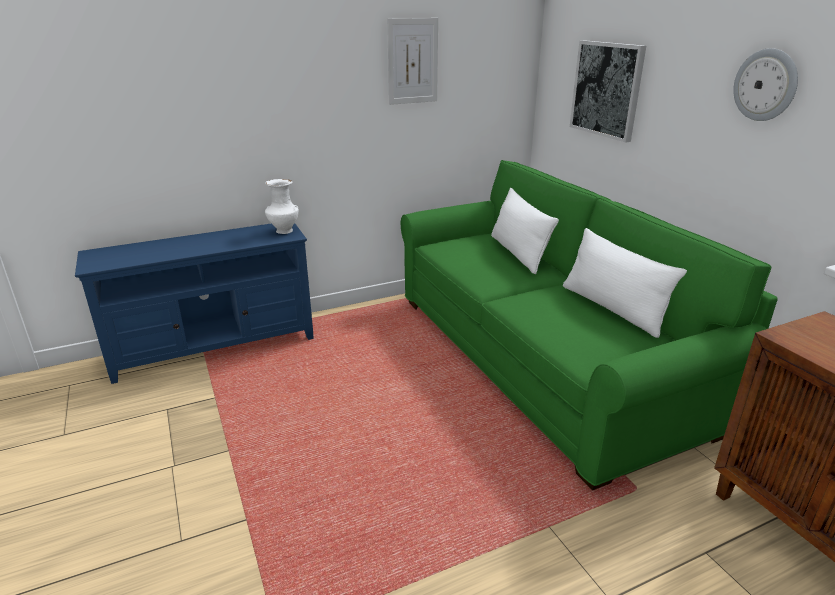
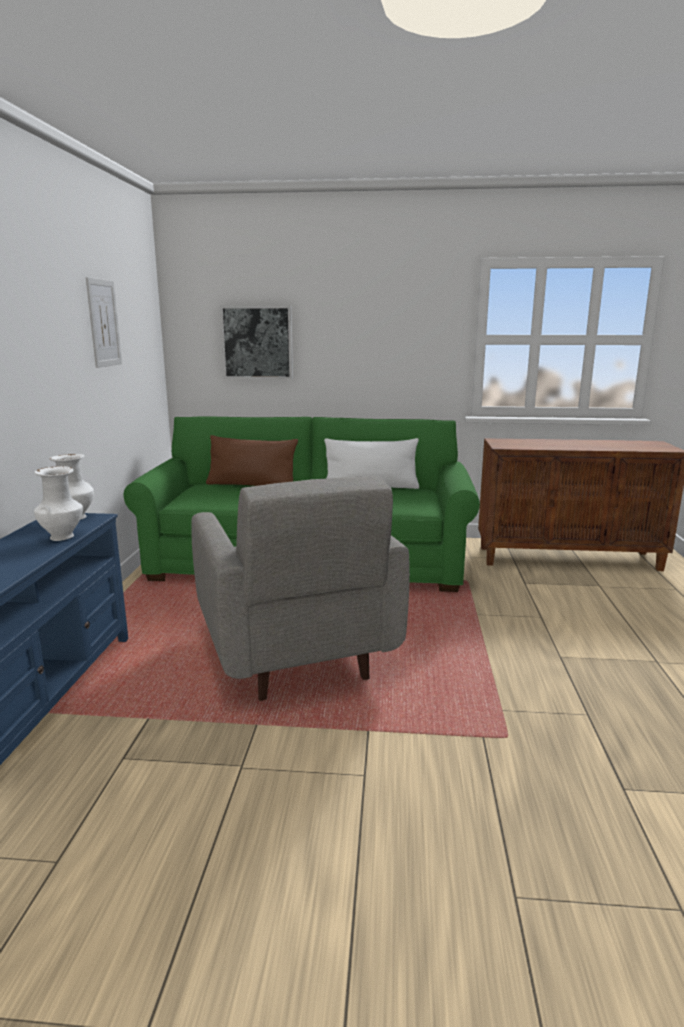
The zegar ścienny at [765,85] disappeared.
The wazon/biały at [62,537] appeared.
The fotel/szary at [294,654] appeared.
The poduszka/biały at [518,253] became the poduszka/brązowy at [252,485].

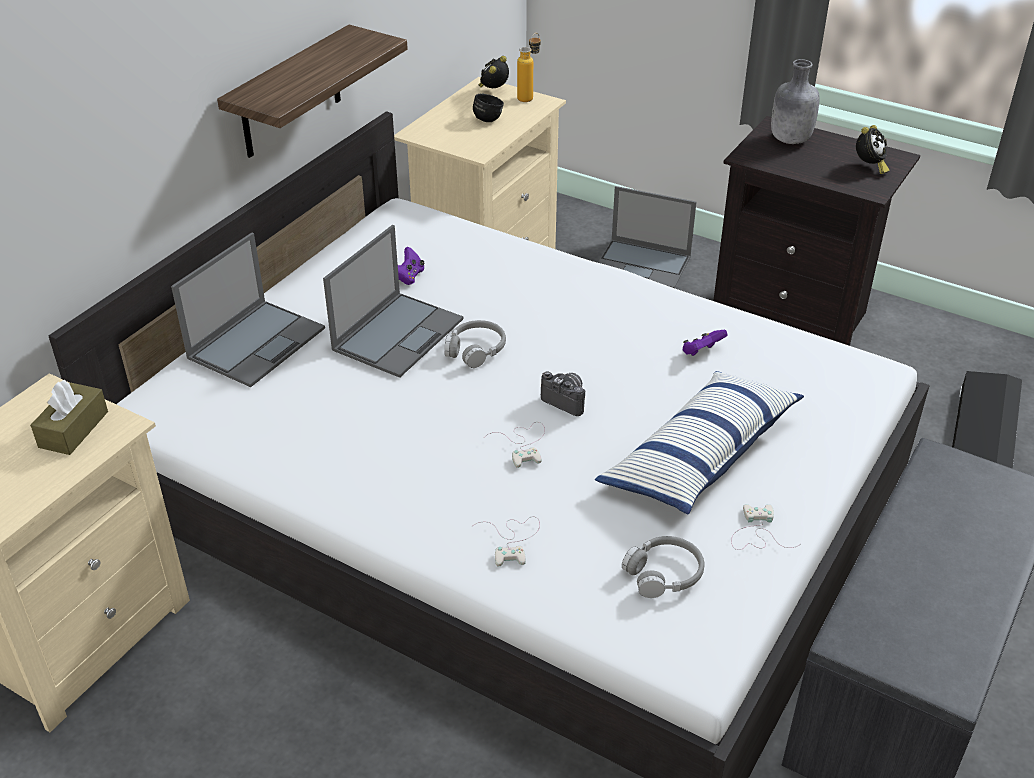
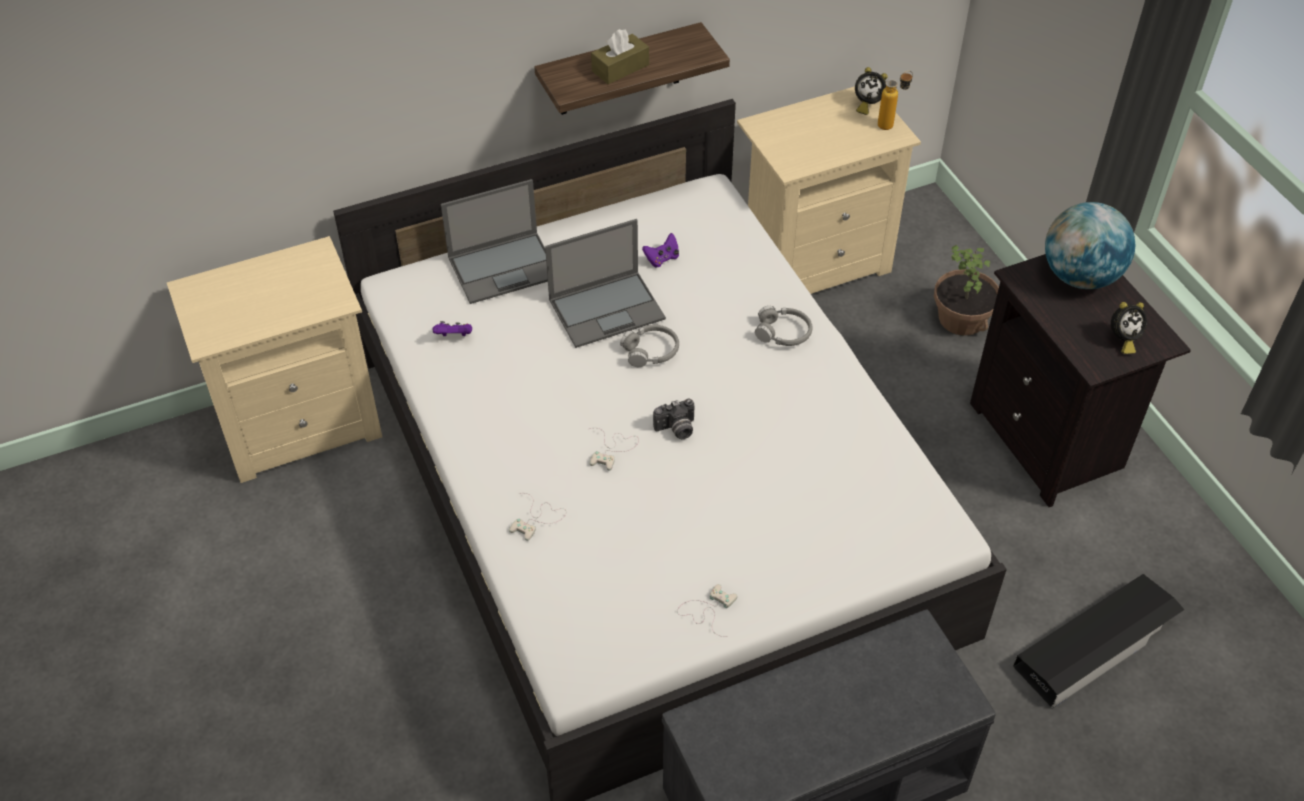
The kubek/czarny at [487,118] disappeared.
The poduszka at [700,456] disappeared.
The pudełko chusteczek/brązowy moved from [73,429] to [620,68].
The słuchawki/szary moved from [664,574] to [783,333].
The pad do gier/fioletowy moved from [701,352] to [454,336].
The laptop at [643,264] was replaced by the roślina doniczkowa at [962,318].
The butelka/szary at [789,140] was replaced by the globus at [1080,276].
The budzik at [494,91] turned 150 degrees counterclockwise.
The aparat fotograficzny at [567,400] turned 90 degrees clockwise.

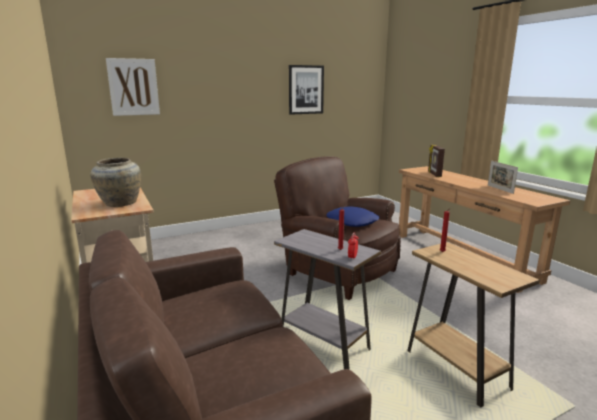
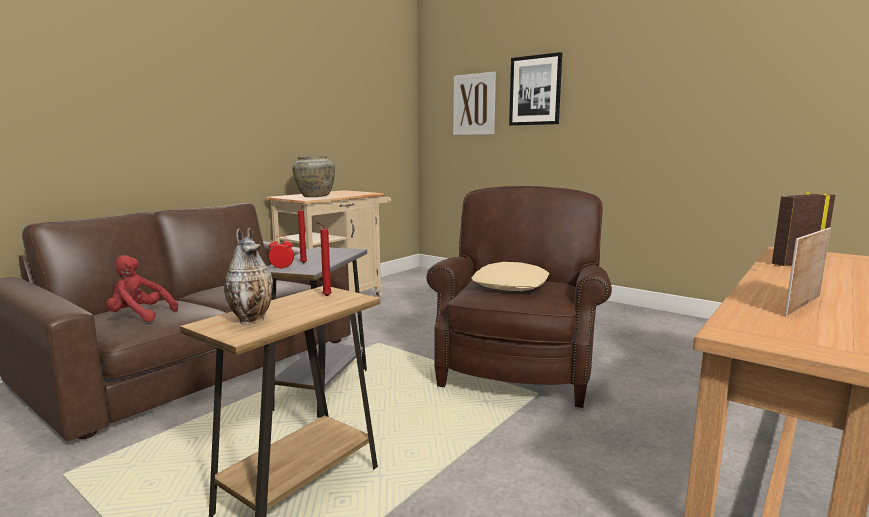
The pluszak/czerwony at [139,316] appeared.
The wazon at [252,320] appeared.
The obraz moved from [306,89] to [535,90].
The poduszka/niebieski at [352,222] became the poduszka/beżowy at [511,285].

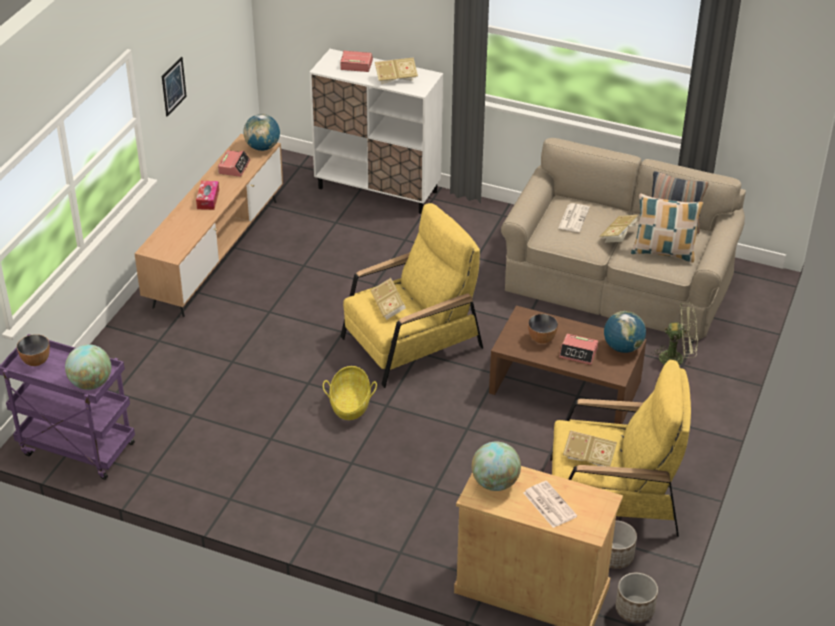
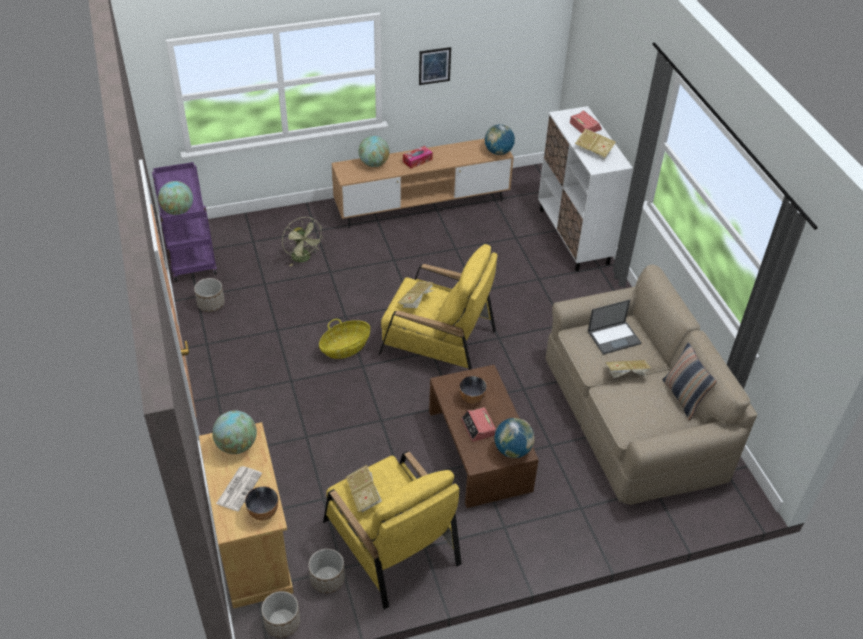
The budzik at [234,167] disappeared.
The poduszka at [663,252] disappeared.
The donica at [211,304] appeared.
The globus at [374,164] appeared.
The miska moved from [36,361] to [263,512].
The wentylator/zielony moved from [677,358] to [304,258].
The gazeta at [573,218] was replaced by the laptop at [614,337].

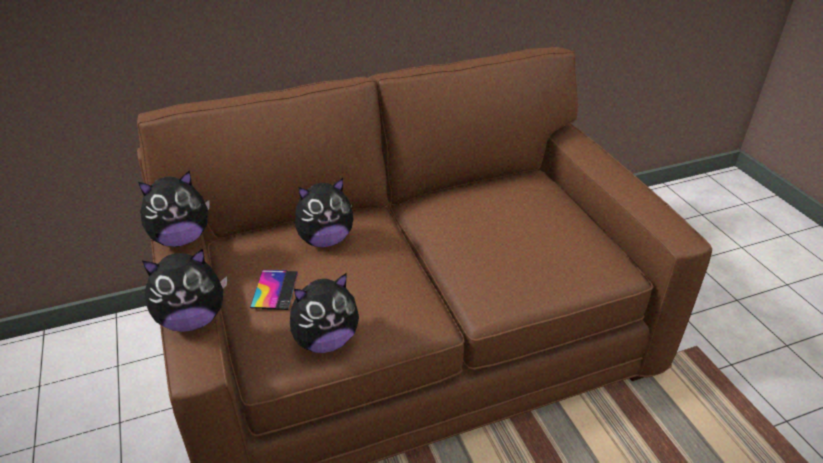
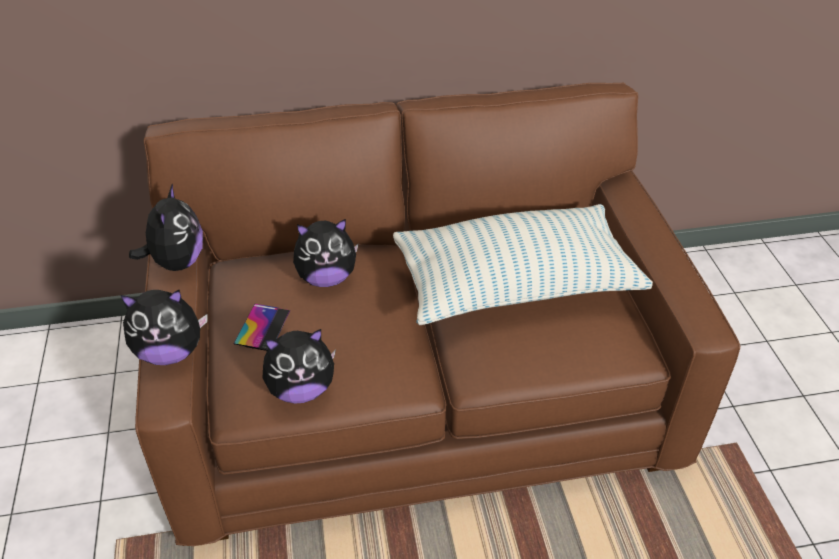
The poduszka at [515,285] appeared.
The pluszak at [181,239] turned 75 degrees counterclockwise.

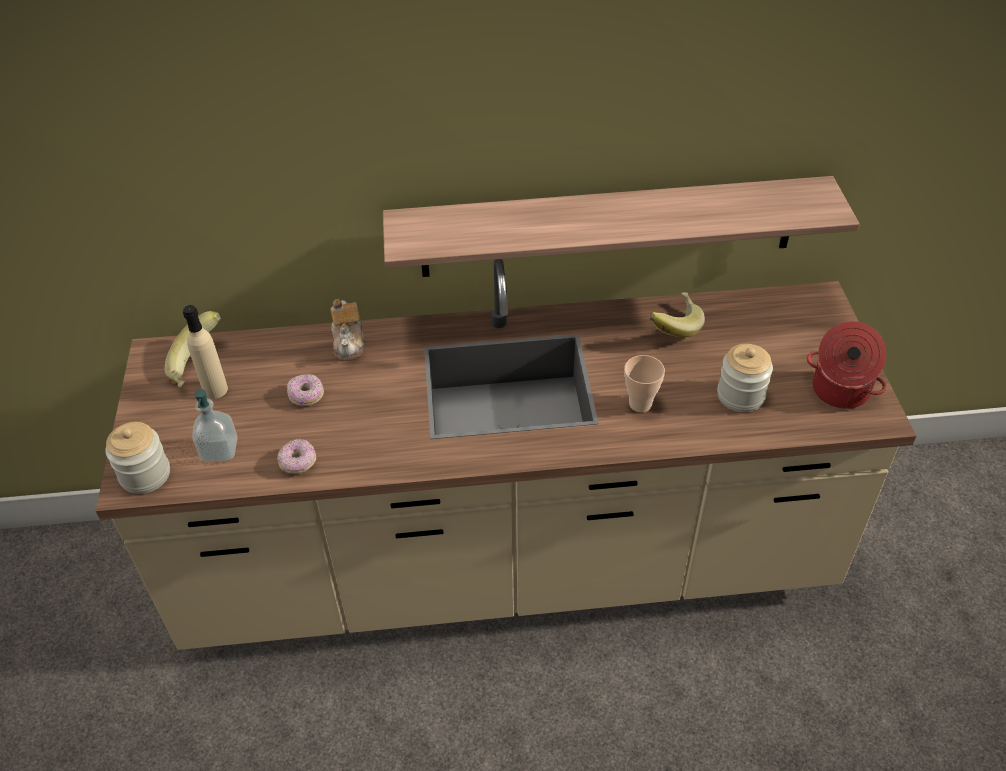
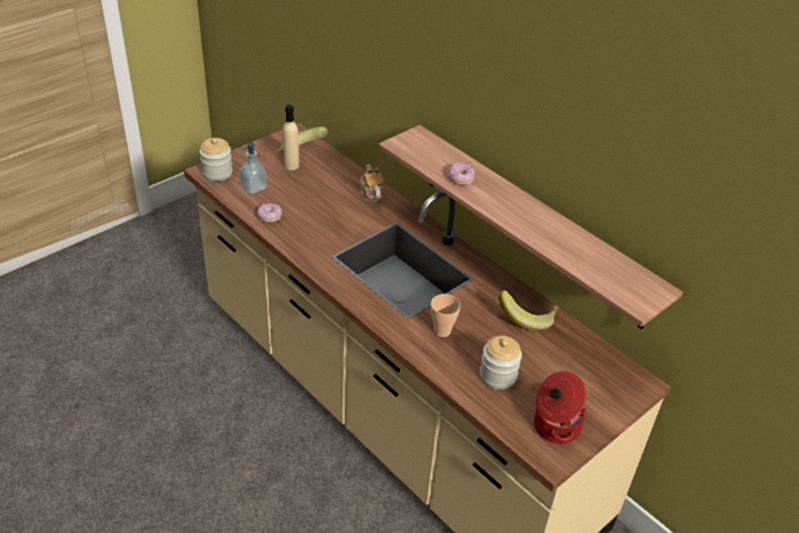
The donut moved from [306,396] to [460,179].
The imbryk at [349,343] turned 120 degrees clockwise.

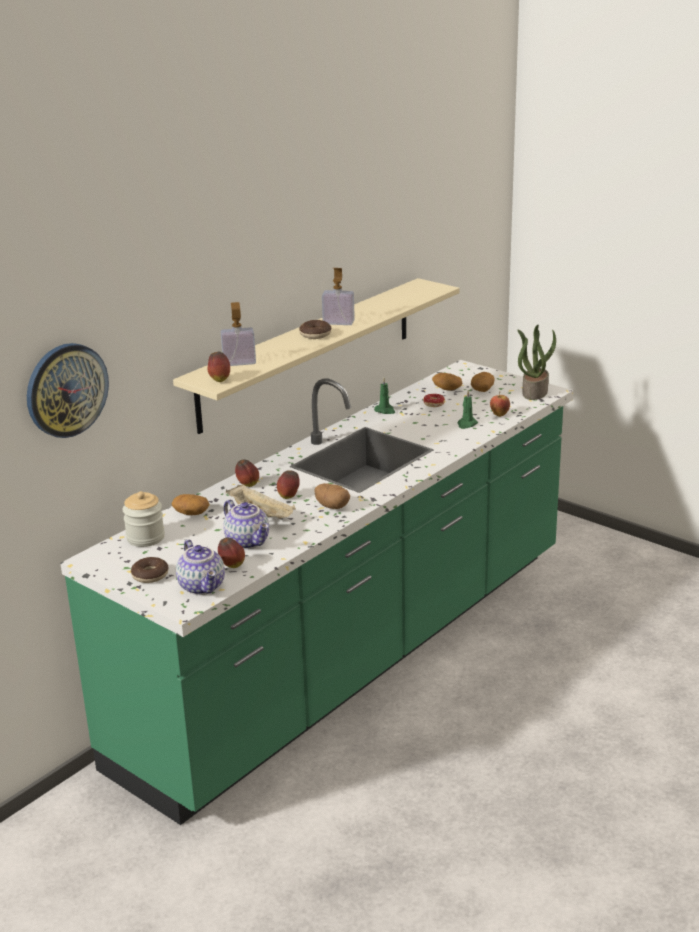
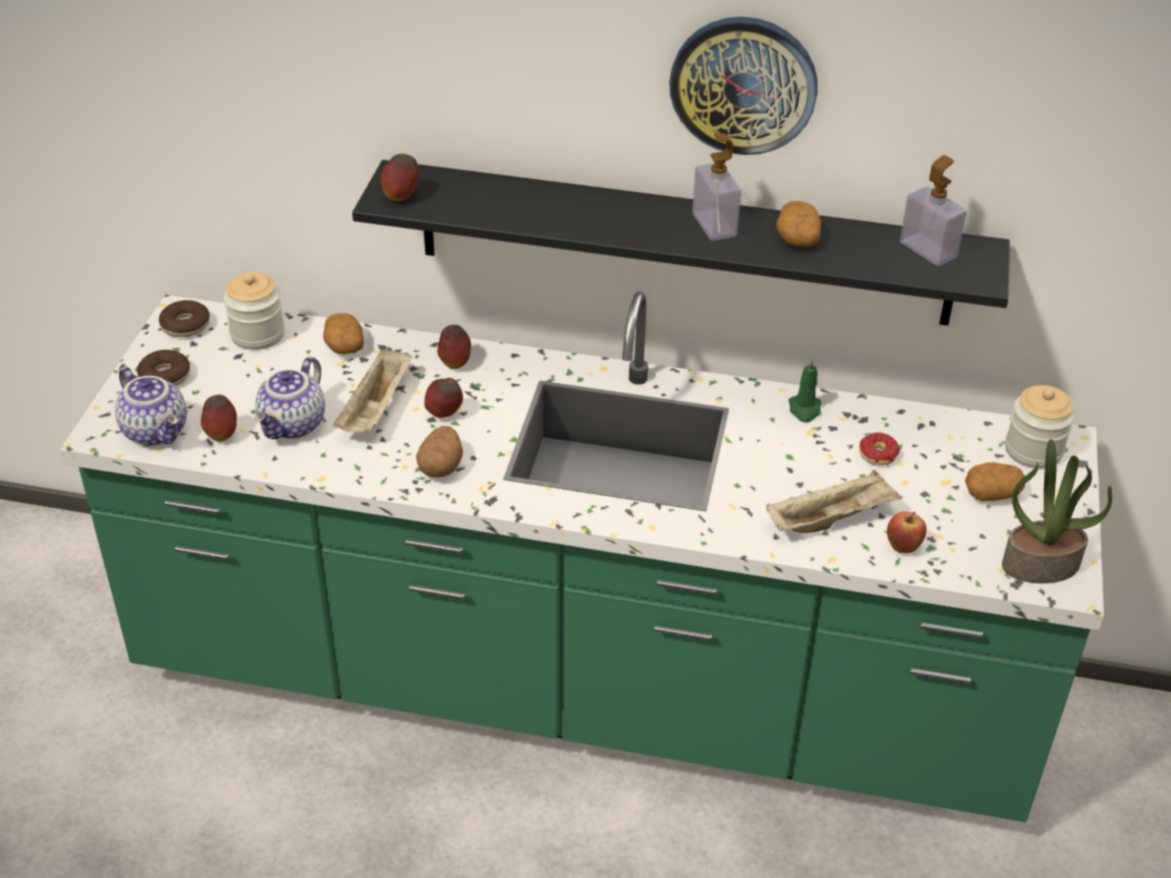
The słoik at [1033,450] appeared.
The zegar ścienny moved from [66,390] to [743,84].
The dozownik mydła moved from [239,362] to [928,250].
The donut moved from [315,335] to [185,325].
The ziemniak moved from [446,389] to [797,238].
The świeca/zielony at [466,424] was replaced by the taca/beżowy at [831,519].
The półka/beżowy at [308,352] became the półka/czarny at [684,243].
The imbryk at [203,586] turned 75 degrees counterclockwise.

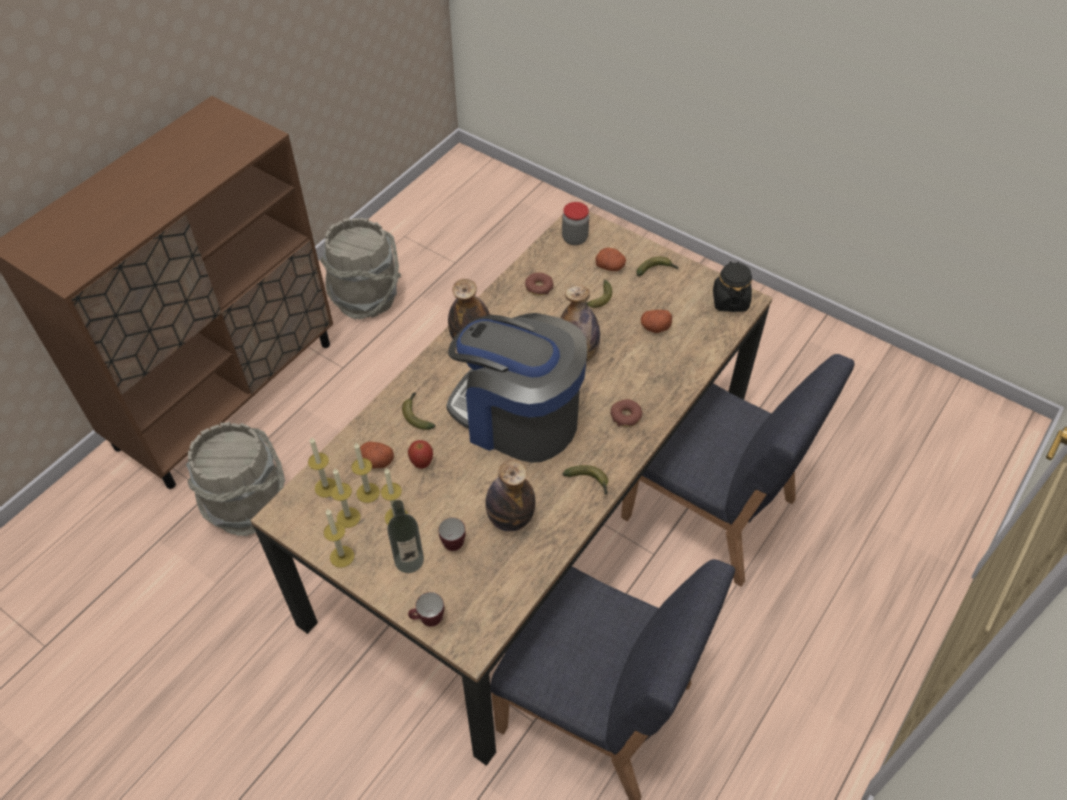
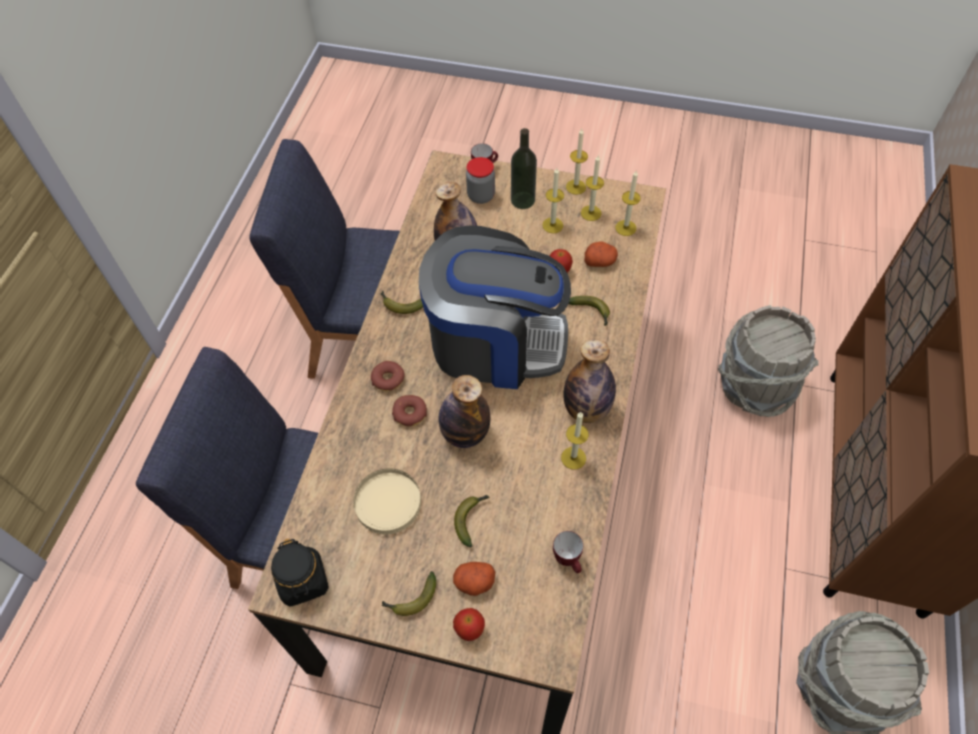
The jabłko at [469,630] appeared.
The świeca moved from [368,492] to [573,458].
The kubek moved from [453,542] to [568,561].
The donut moved from [539,287] to [410,413].
The słoik moved from [574,238] to [481,196].
The ziemniak at [655,327] was replaced by the talerz/beżowy at [388,503].

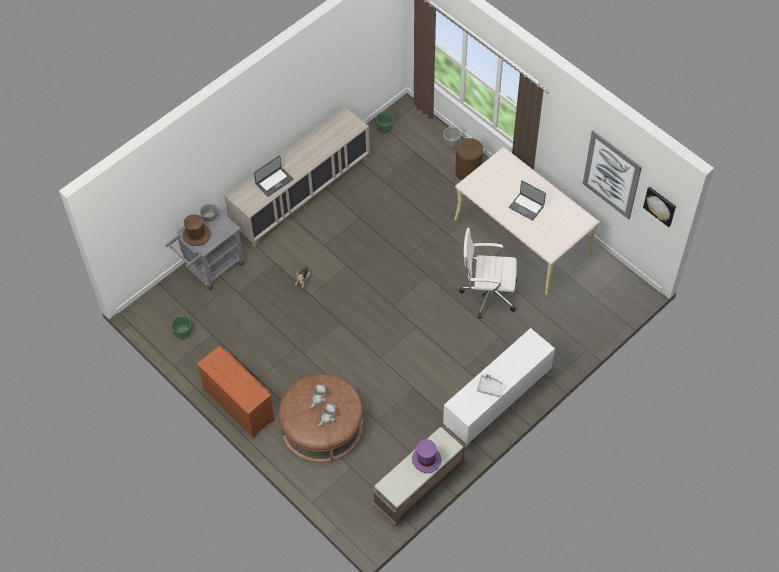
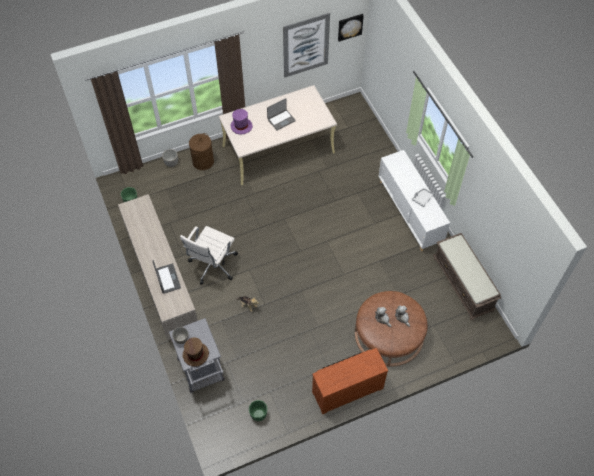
The kapelusz/fioletowy moved from [426,459] to [241,126].
The krzesło biurowe/biały moved from [487,293] to [212,265].

